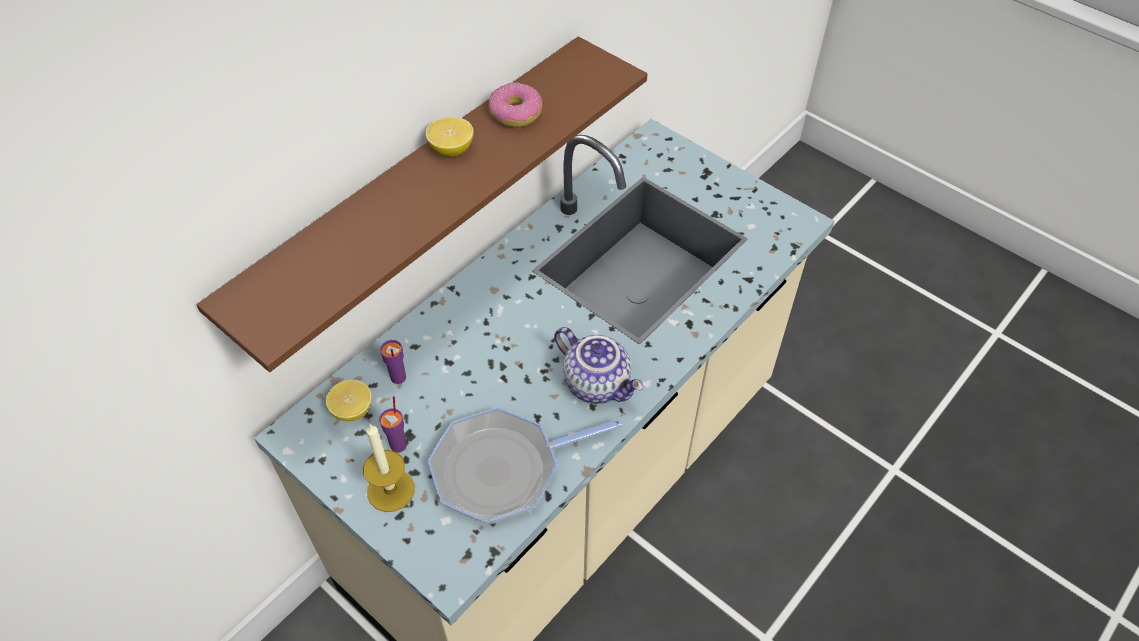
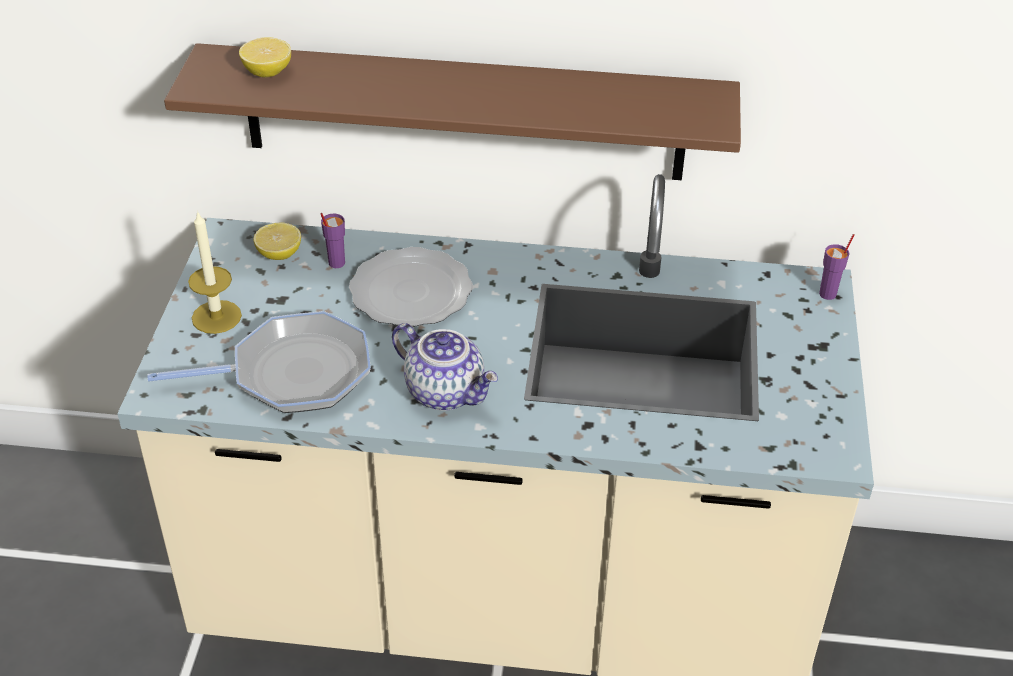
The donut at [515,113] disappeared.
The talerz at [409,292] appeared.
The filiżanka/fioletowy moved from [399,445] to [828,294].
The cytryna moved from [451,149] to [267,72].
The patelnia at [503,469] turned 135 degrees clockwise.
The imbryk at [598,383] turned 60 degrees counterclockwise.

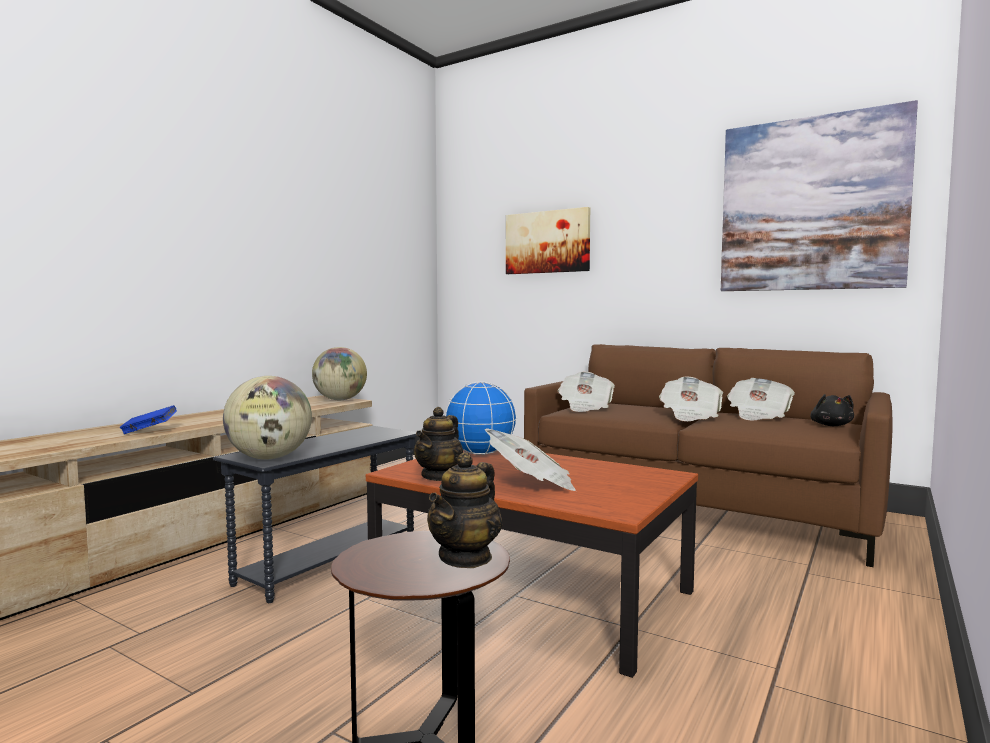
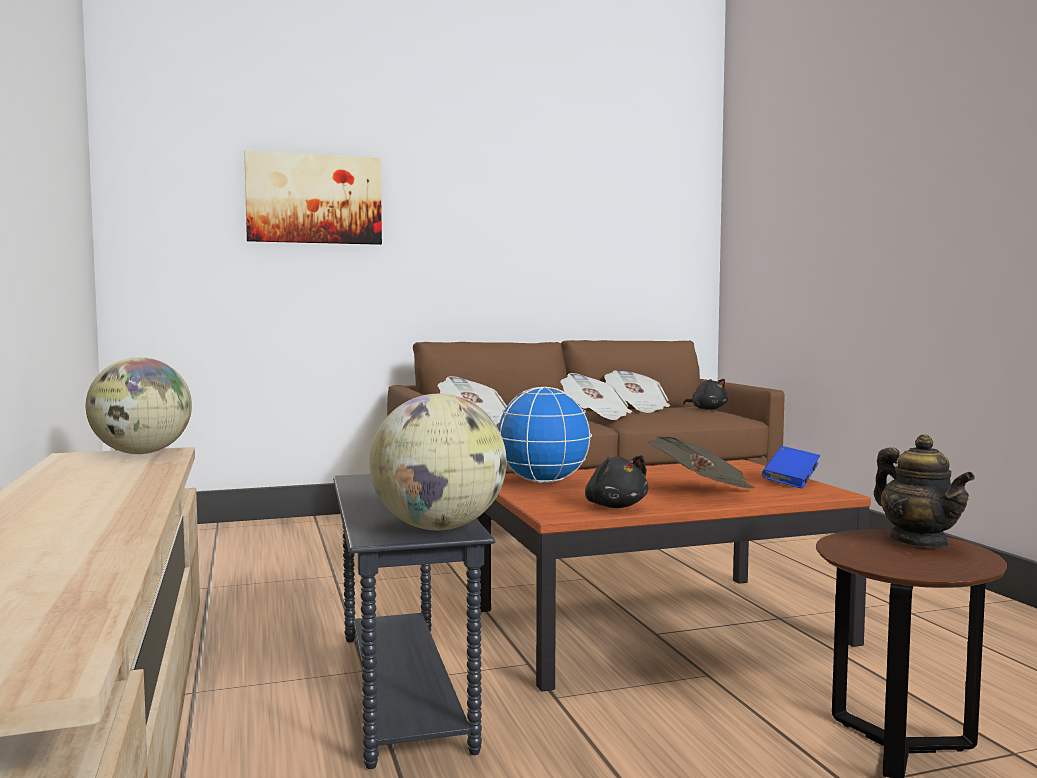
The obraz at [811,204] disappeared.
The książka/niebieski moved from [149,431] to [791,482].
The imbryk at [439,476] was replaced by the pluszak/czarny at [615,506].

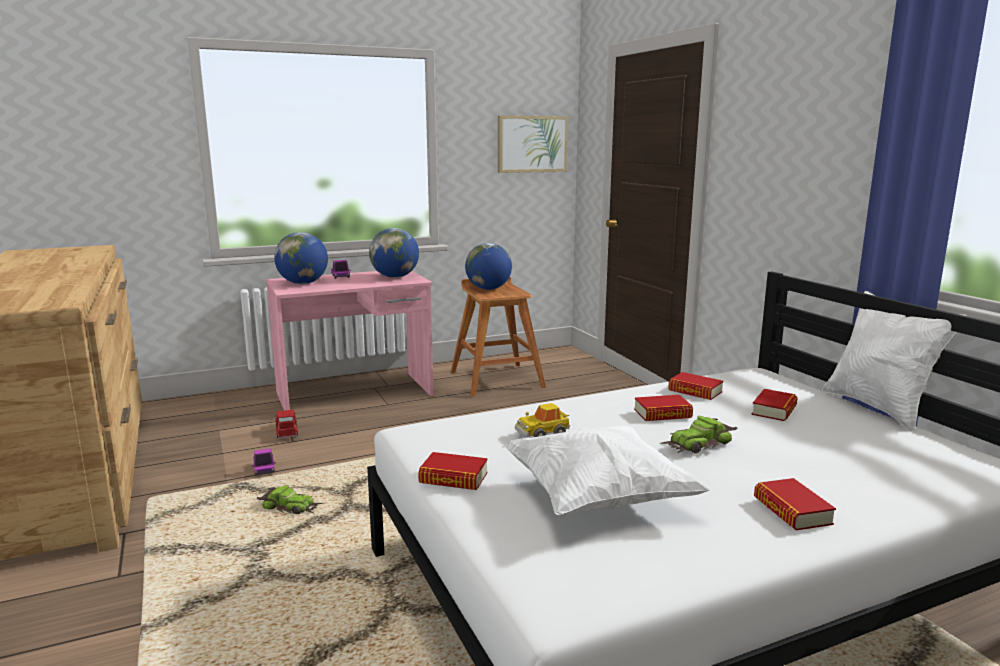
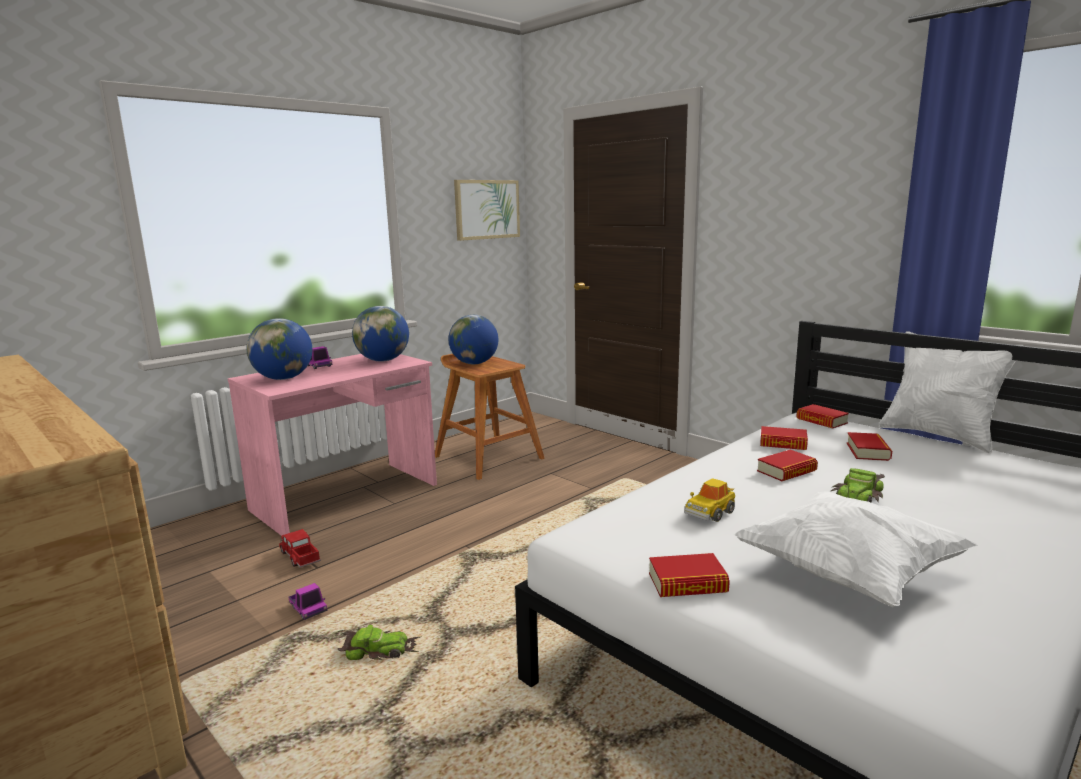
The książka moved from [792,511] to [821,421].

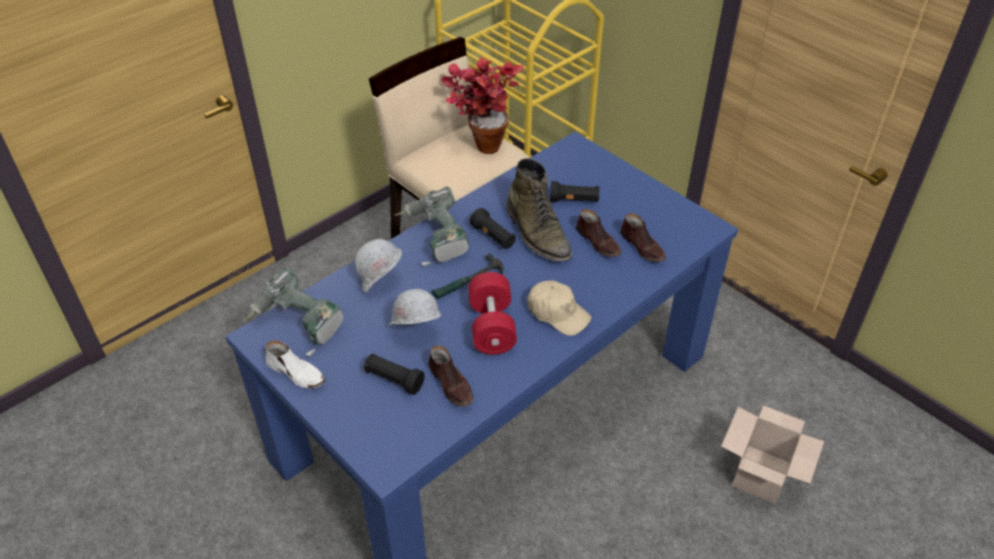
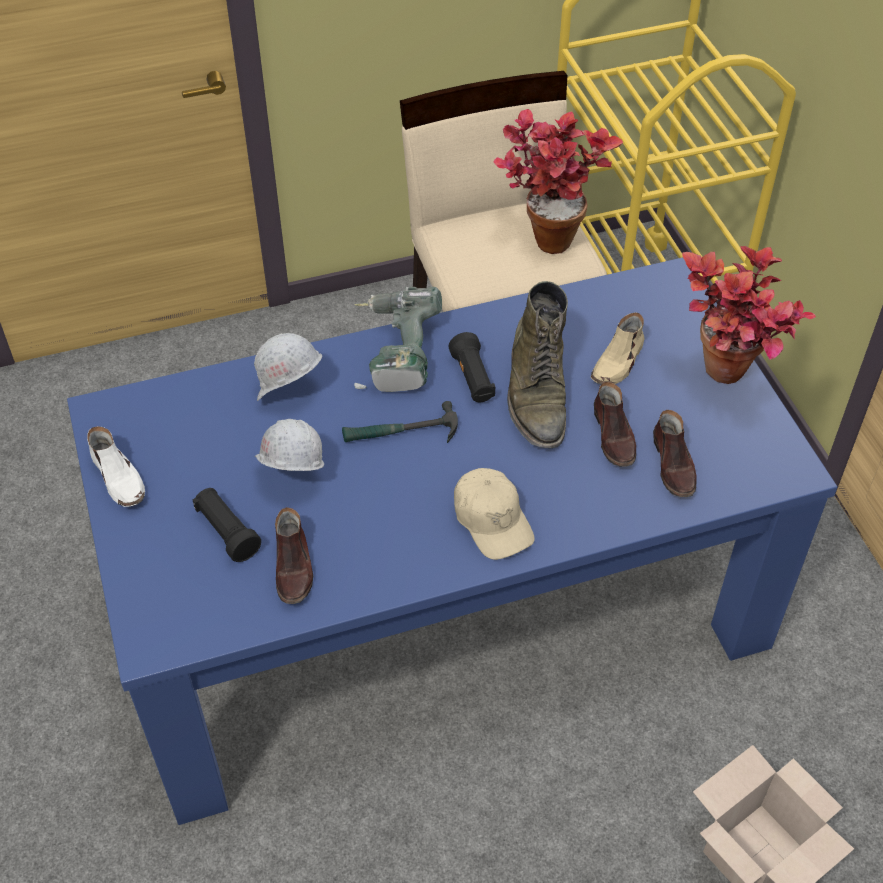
The wiertarka at [297,324] disappeared.
The hantel/czerwony at [492,327] disappeared.
The roślina doniczkowa at [727,382] appeared.
The latarka/czarny at [574,200] was replaced by the but/beżowy at [618,362].

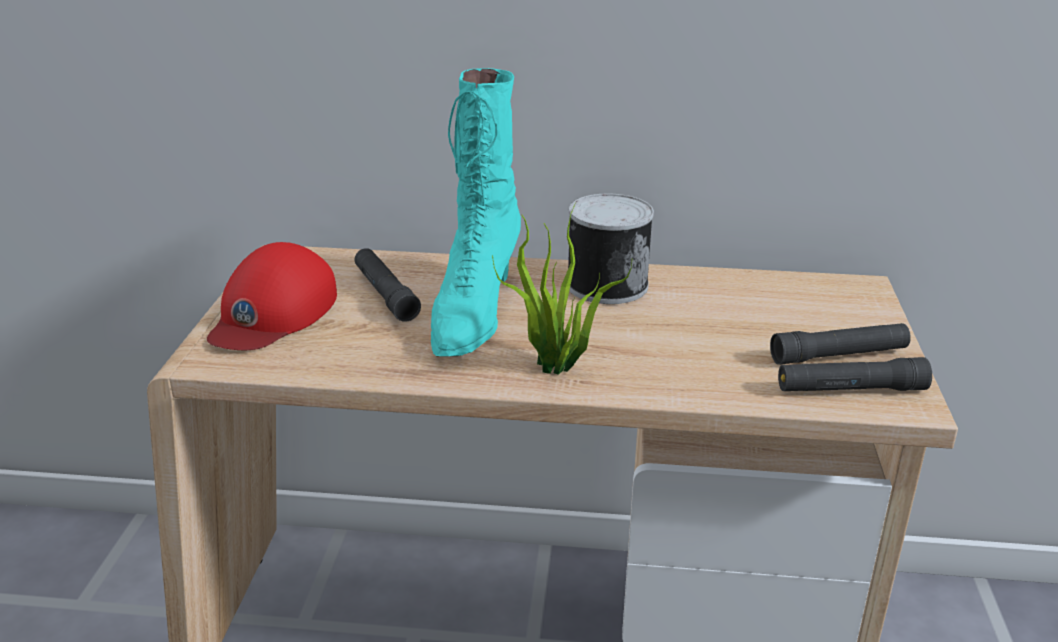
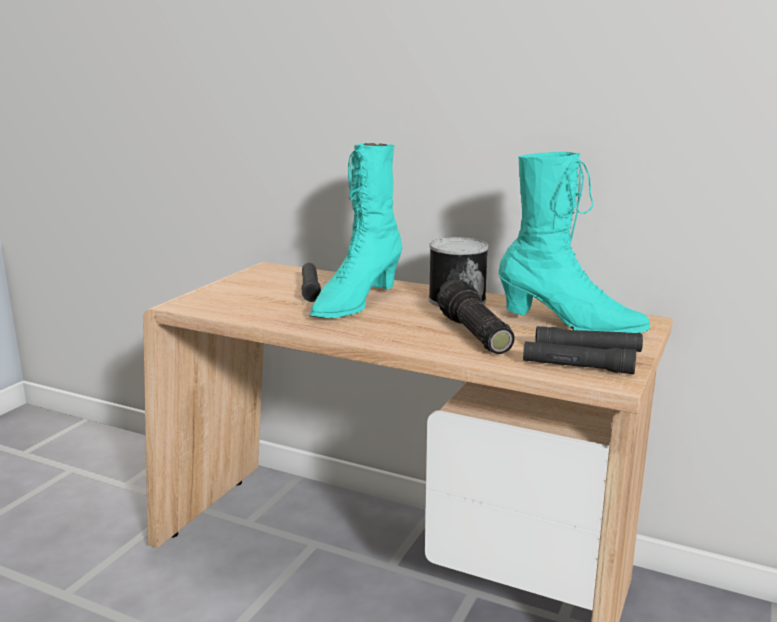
The czapka z daszkiem/czerwony at [273,313] disappeared.
The roślina doniczkowa at [556,369] disappeared.
The latarka at [472,334] appeared.
The but z cholewką/turkusowy at [570,324] appeared.

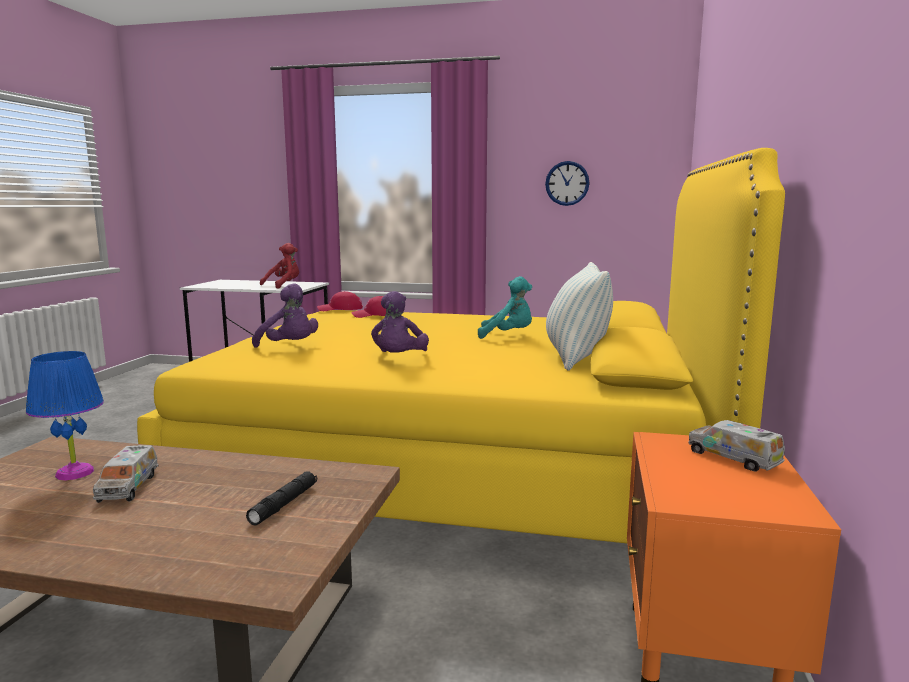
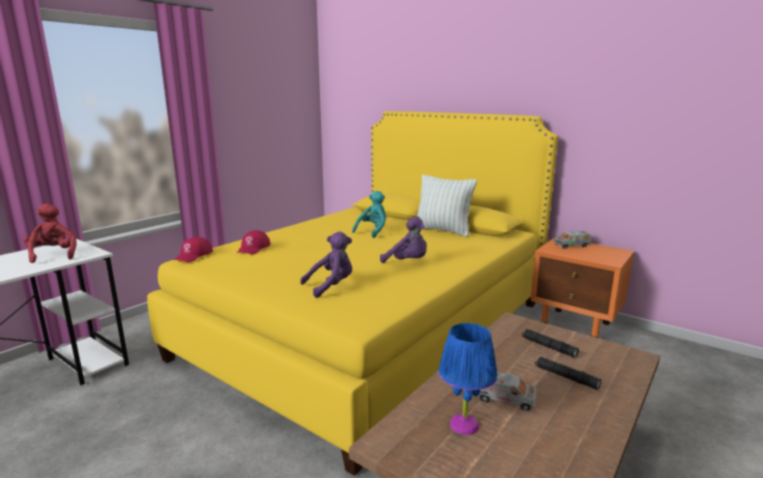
The zegar ścienny at [567,183] disappeared.
The latarka/czarny at [566,377] appeared.

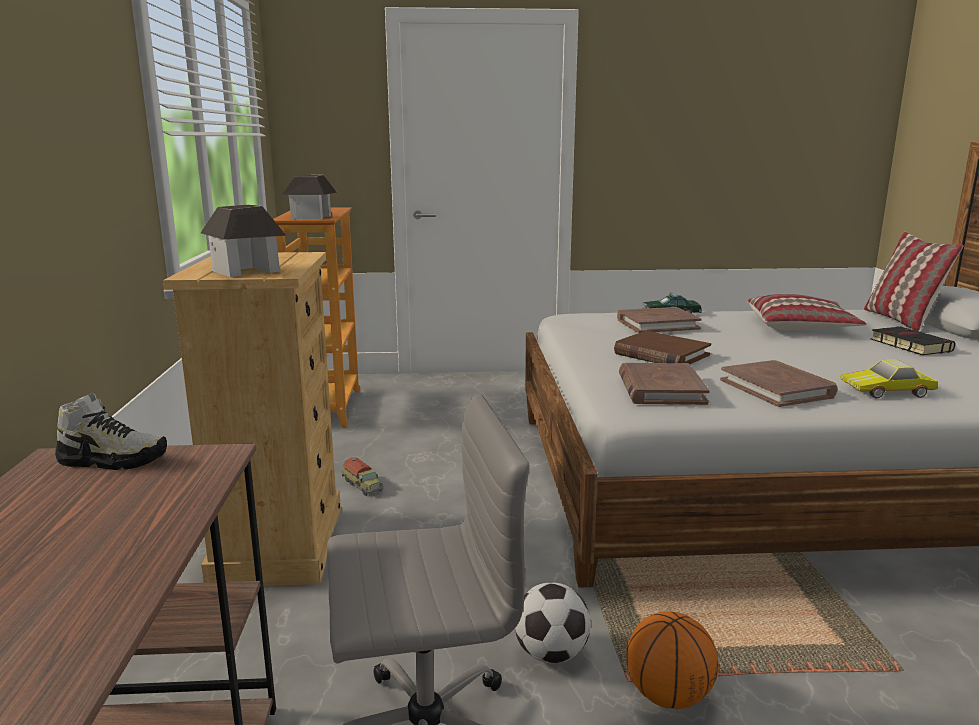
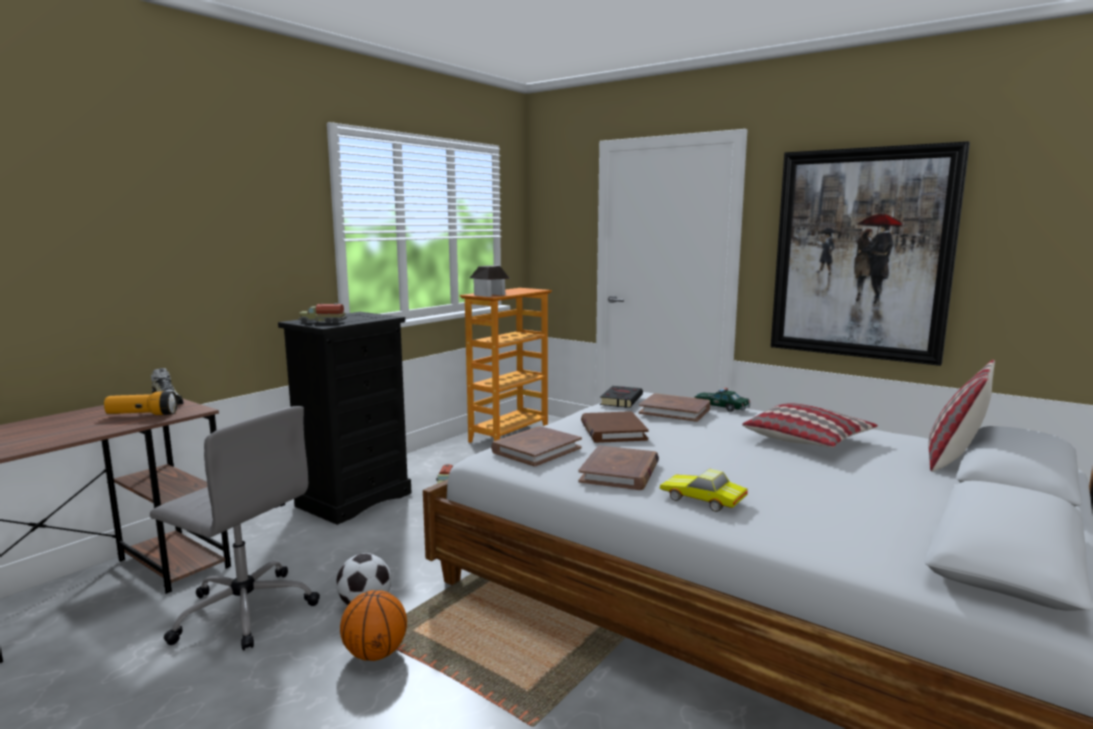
The latarka at [142,415] appeared.
The obraz at [861,254] appeared.
The książka/czarny moved from [908,345] to [621,400].
The domek at [246,271] was replaced by the ciężarówka zabawkowa at [322,322].
The komoda/beżowy at [278,544] became the komoda/czarny at [354,499].

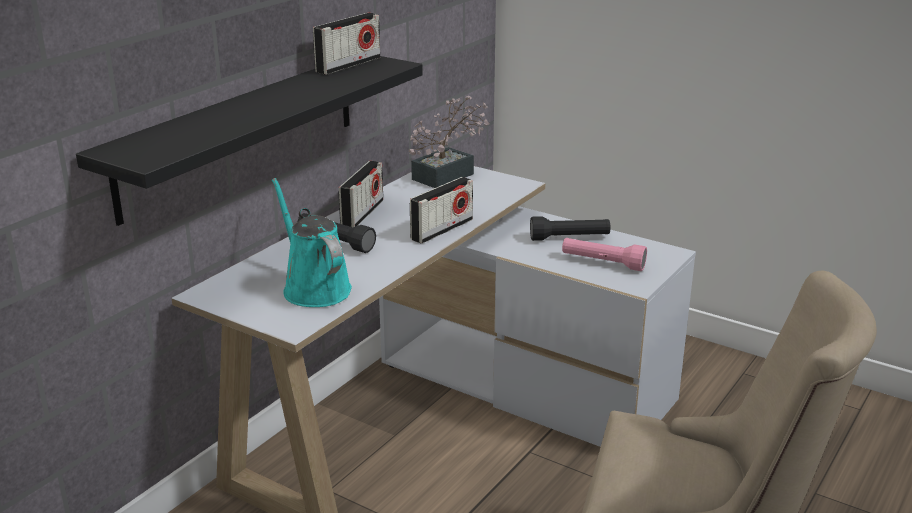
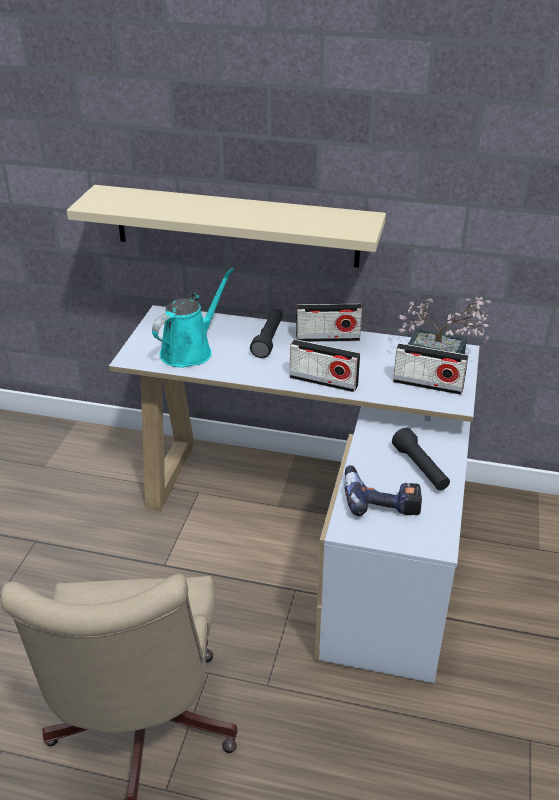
The radio moved from [348,65] to [427,385].
The latarka/różowy at [602,263] was replaced by the wiertarka at [380,499].
The półka/czarny at [242,132] became the półka/beżowy at [236,226].

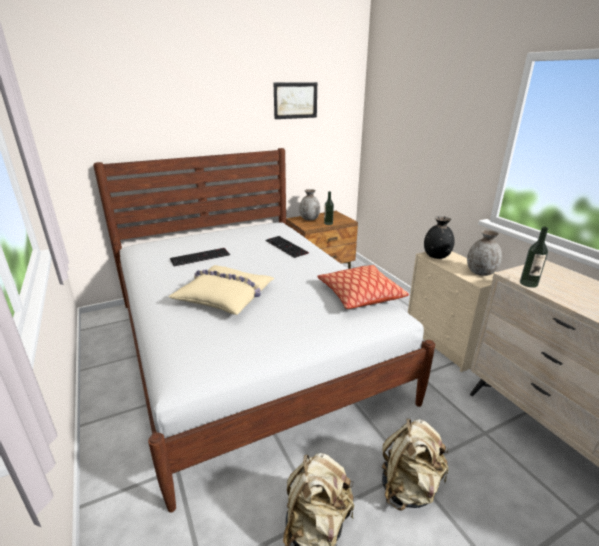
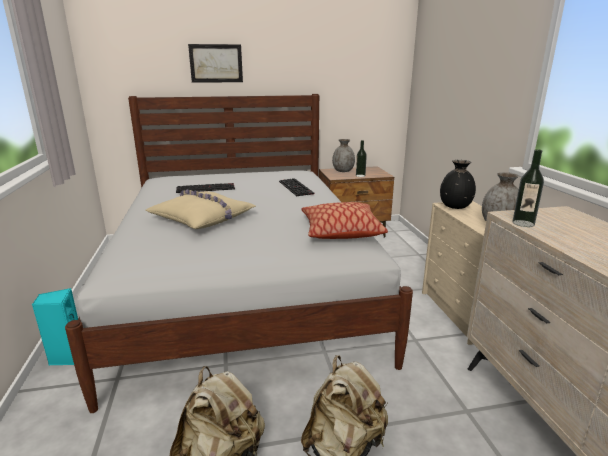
The głośnik/turkusowy at [67,357] appeared.
The obraz moved from [295,100] to [216,63].

